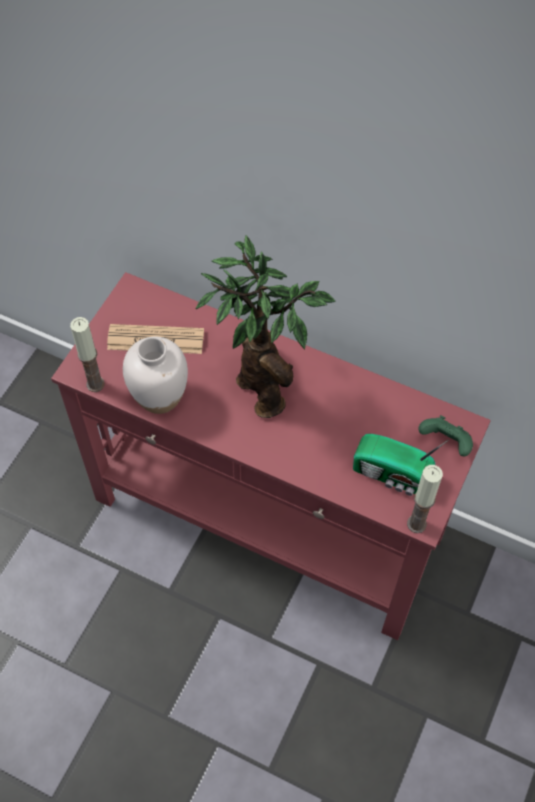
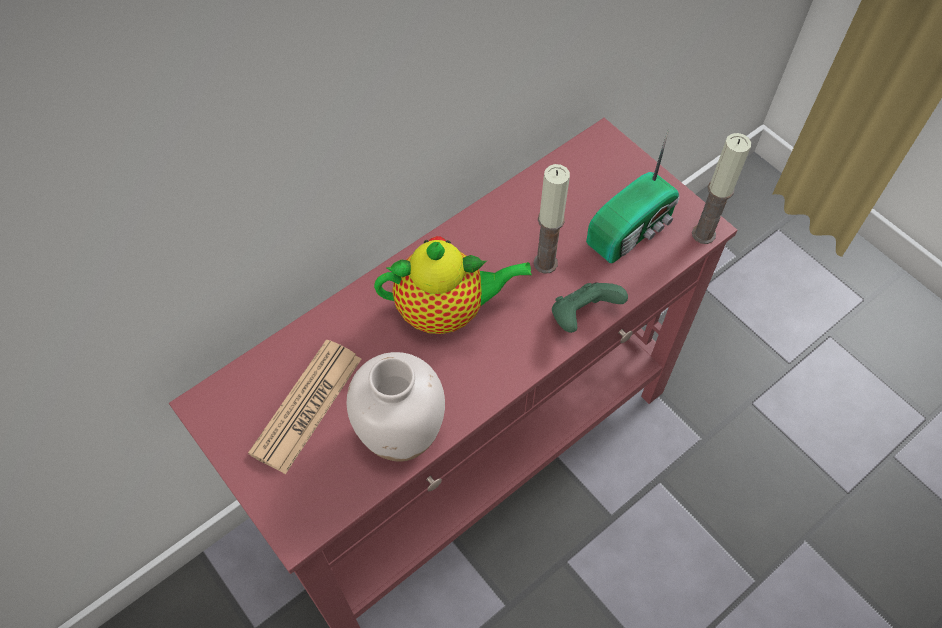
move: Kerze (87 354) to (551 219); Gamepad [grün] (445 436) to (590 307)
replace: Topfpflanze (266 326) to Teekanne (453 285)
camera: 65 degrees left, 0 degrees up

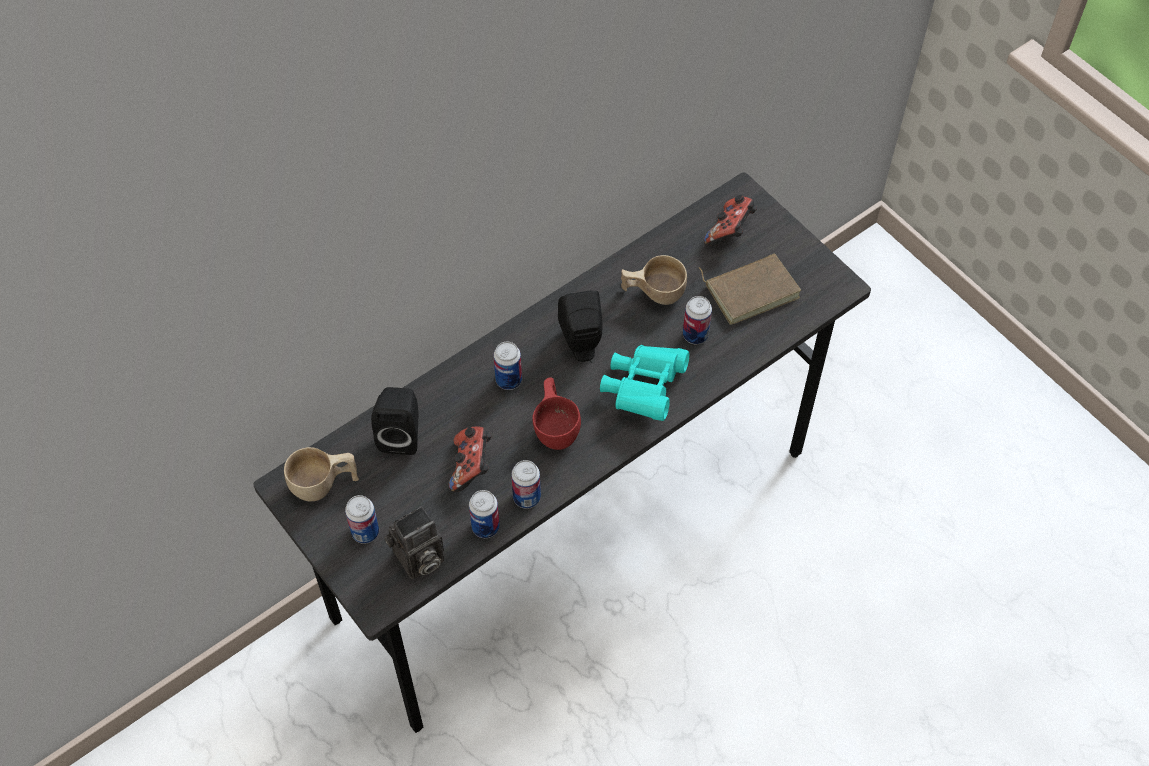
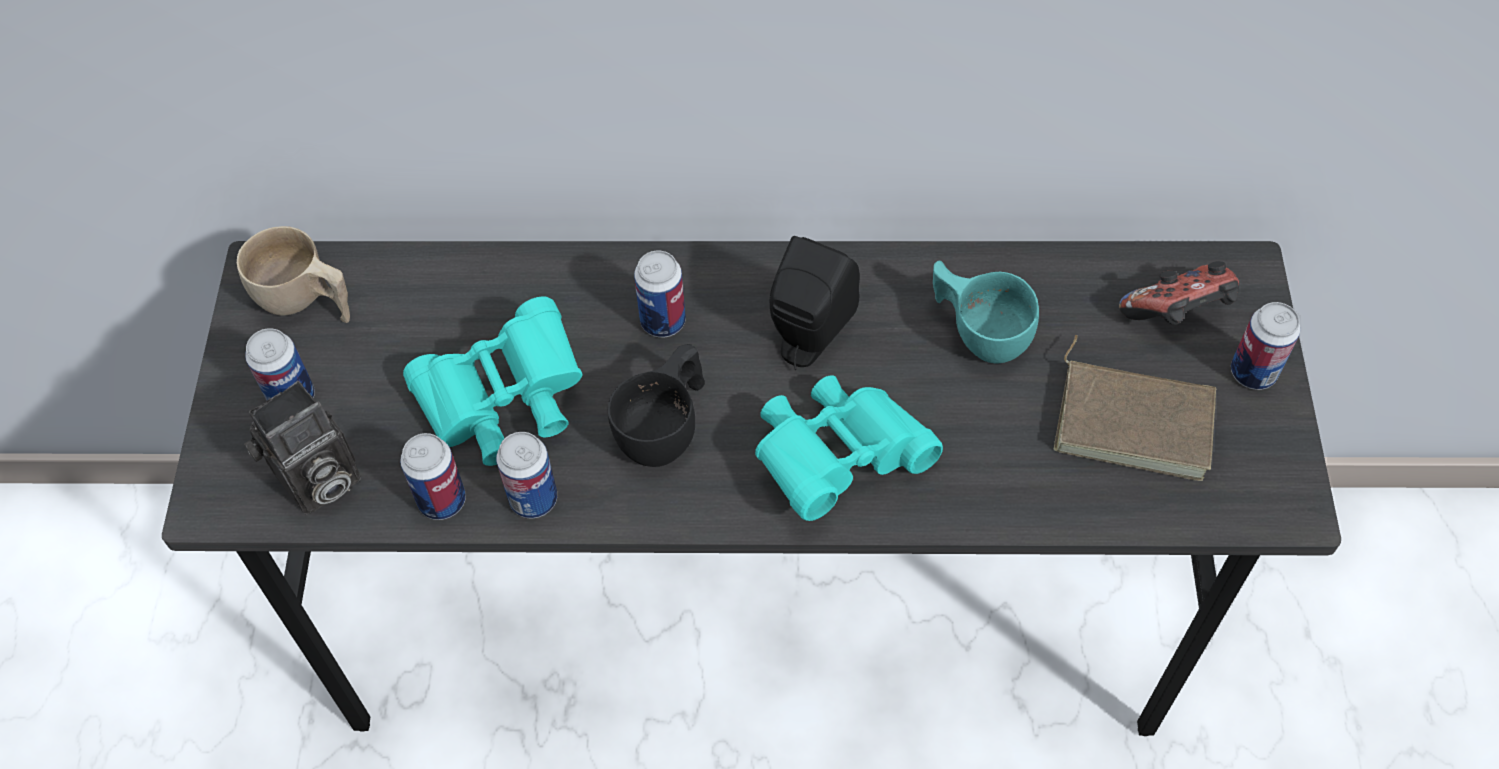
delete: Lautsprecher [schwarz] (394 421)
move: Dose (697 320) to (1265 346)
replace: Gamepad (470 459) to Fernglas [türkis] (492 381)
recolor: Tasse [beige] (654 280) to Tasse [türkis] (986 311); Tasse [rot] (556 413) to Tasse [schwarz] (656 405)
rotate: Kamera (414 542) = (302 448) 45 degrees counterclockwise
camera: 40 degrees right, 0 degrees up

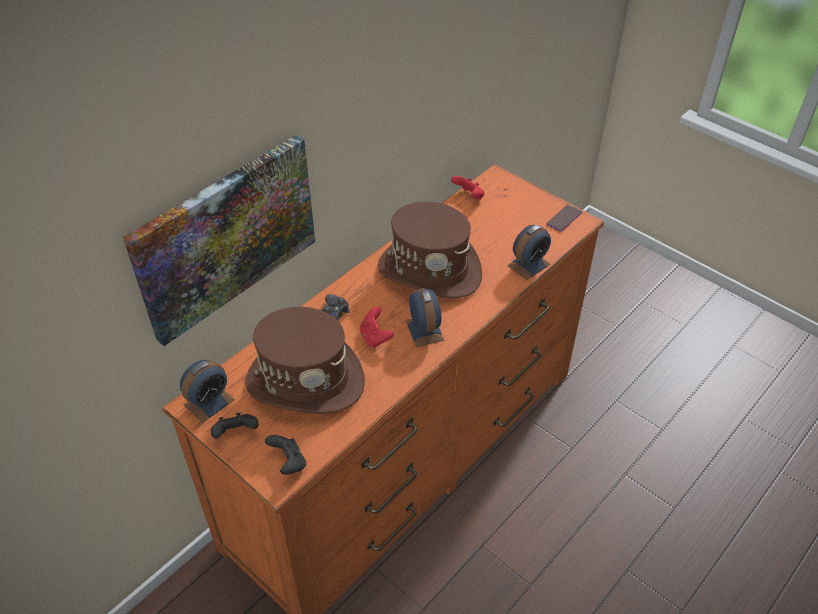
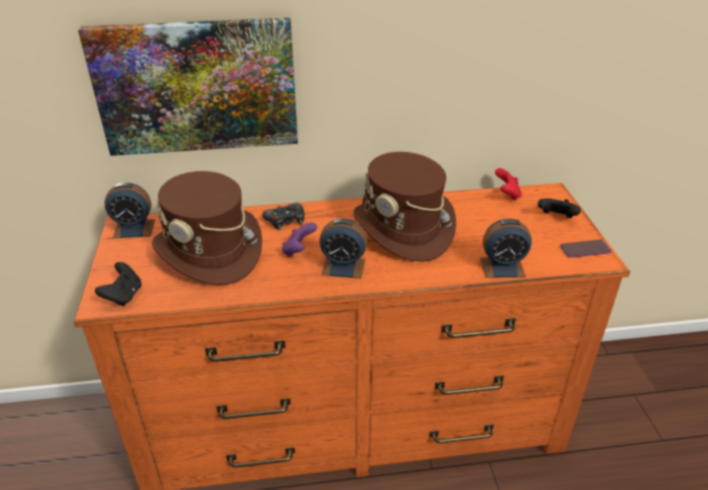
move: Gamepad [schwarz] (235 425) to (559 208)
recolor: Gamepad [rot] (377 327) to Gamepad [lila] (299 240)
rotate: Wecker (425 317) = (343 248) 75 degrees clockwise
camera: 40 degrees right, 10 degrees down

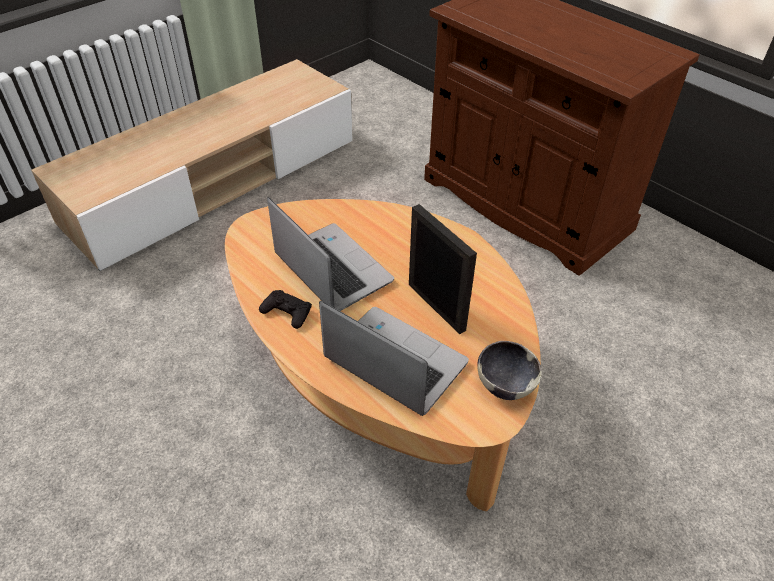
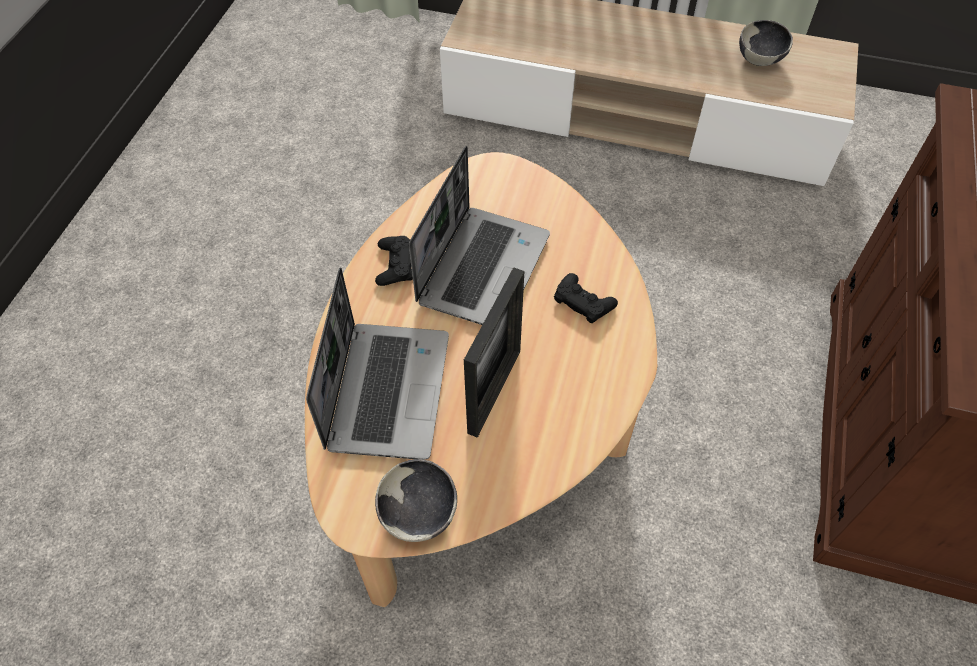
insert: Schüssel (766 43); Gamepad [schwarz] (586 298)
camera: 60 degrees right, 10 degrees up

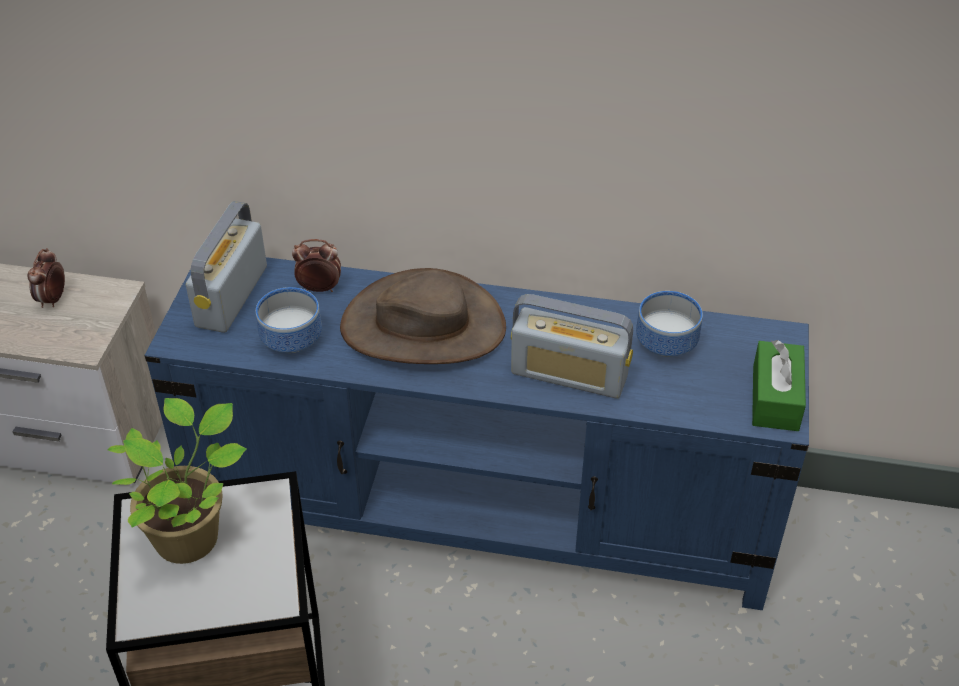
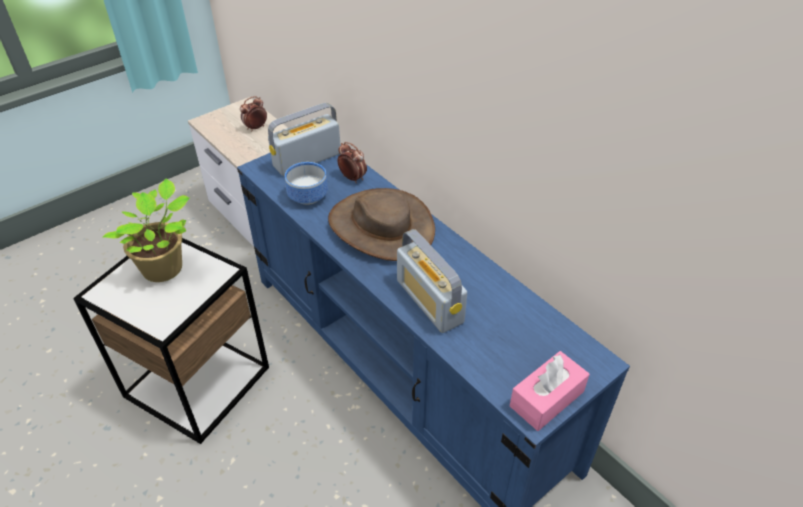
delete: Schüssel (669 324)
recolor: Taschentuchbox [grün] (779 385) to Taschentuchbox [rosa] (550 391)
camera: 40 degrees right, 0 degrees up

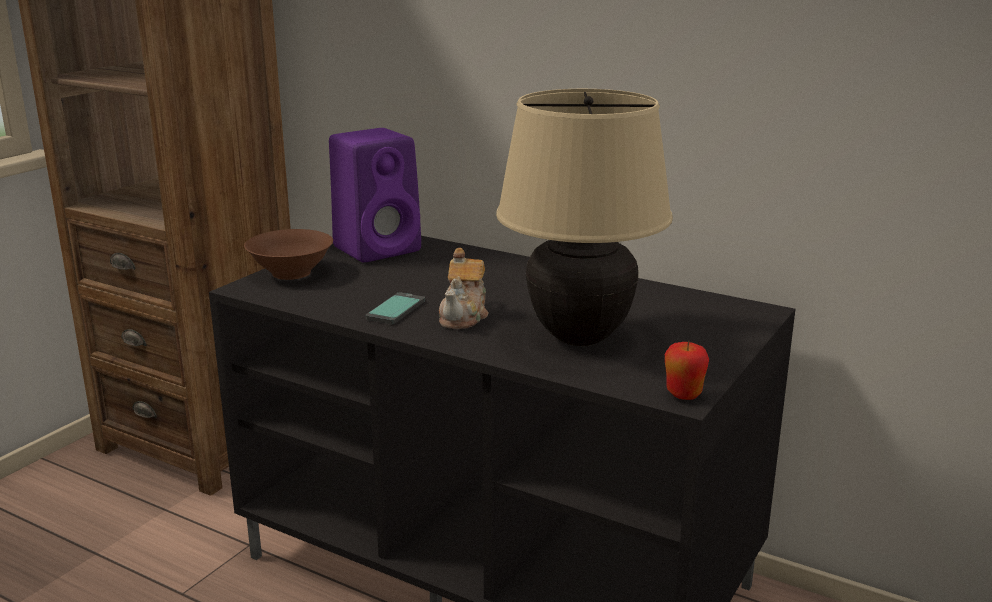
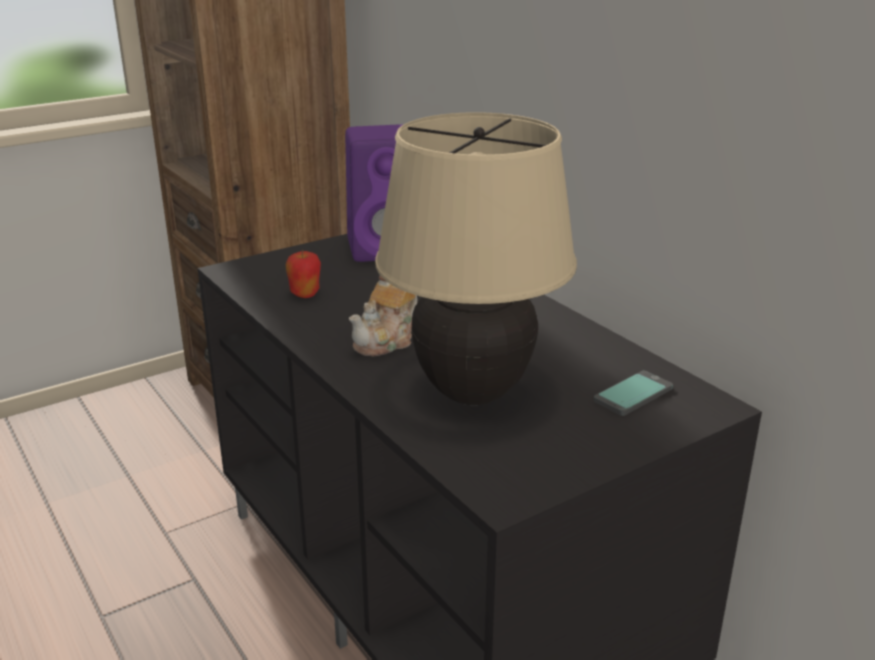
delete: Schüssel [braun] (288 254)
move: Handy (395 308) to (633 393); Apfel (687 370) to (303 274)
camera: 25 degrees right, 5 degrees up

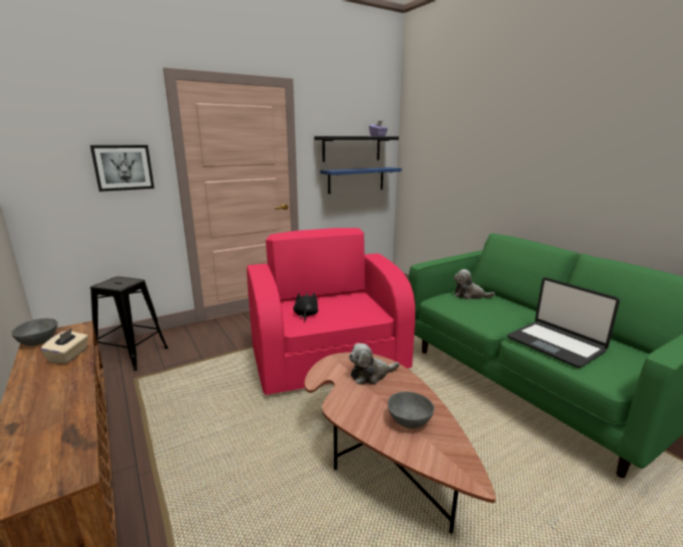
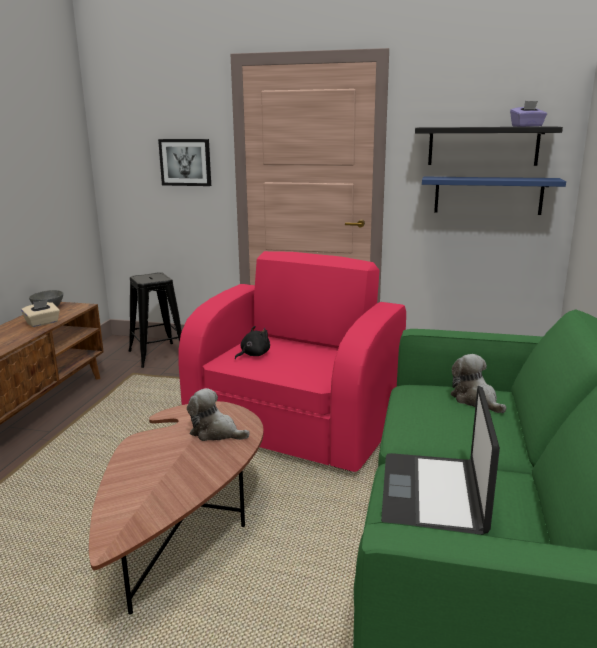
delete: Schüssel [grau] (411 410)
camera: 45 degrees right, 0 degrees up

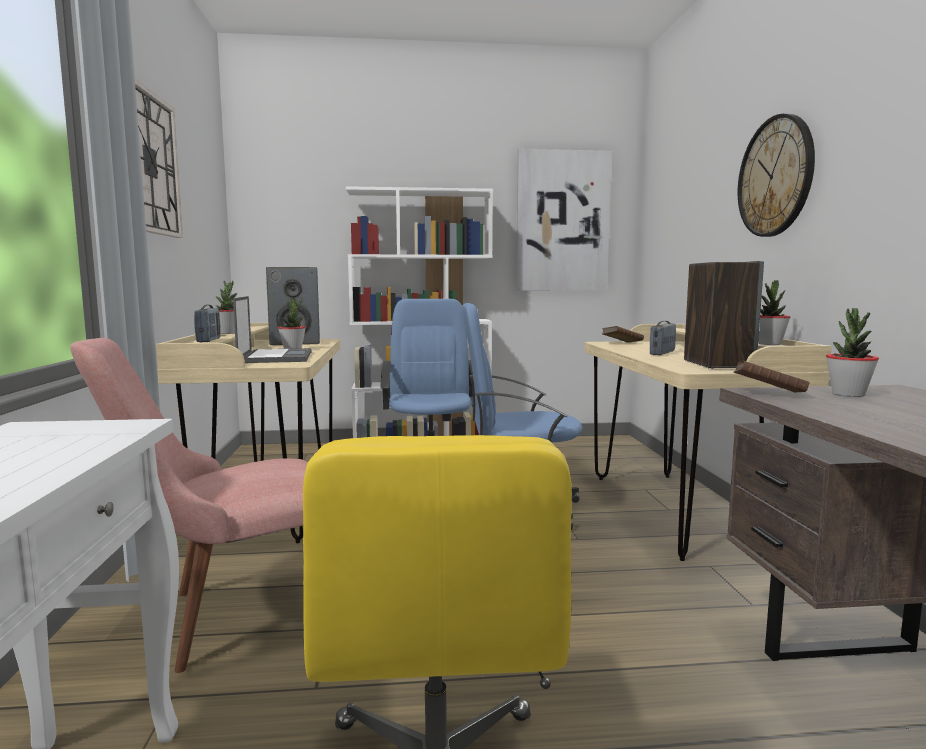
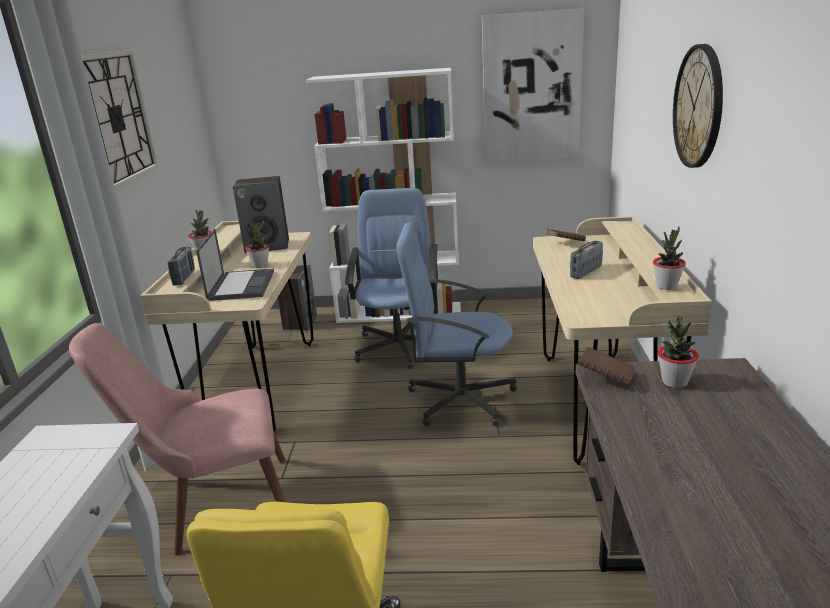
move: Lautsprecher (724 315) to (297 298)
camera: 10 degrees right, 15 degrees up

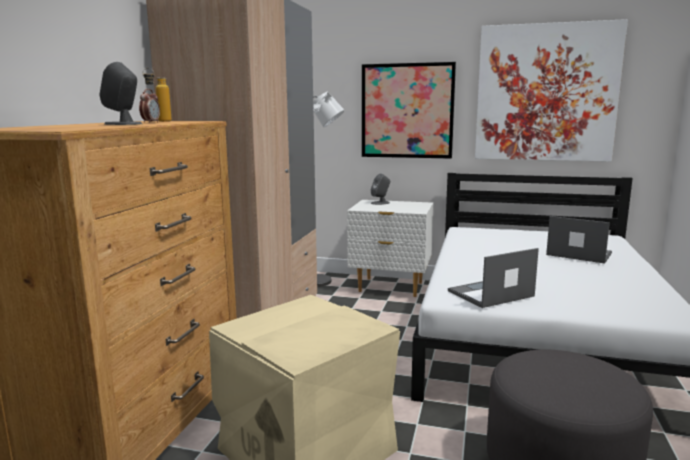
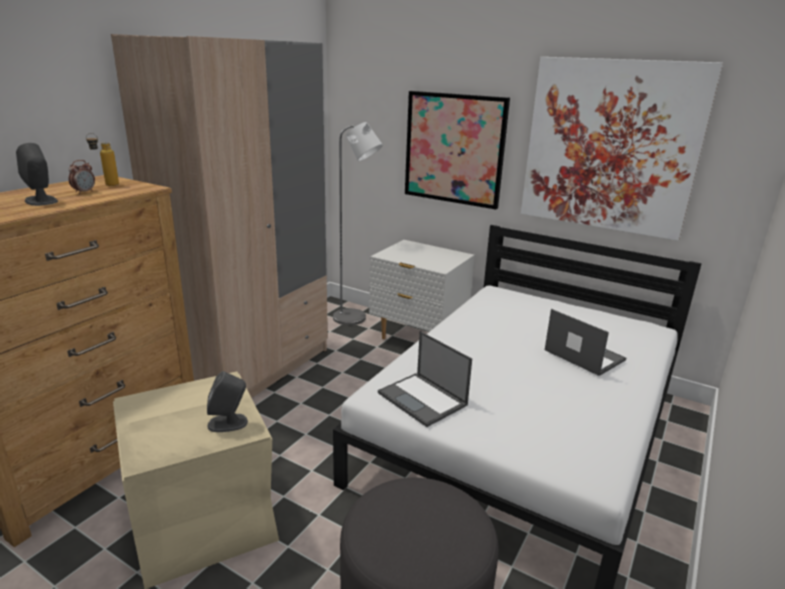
move: Lautsprecher [grau] (380 189) to (227 401)
rotate: Laptop (493 278) = (425 379) 120 degrees counterclockwise
camera: 15 degrees right, 10 degrees up

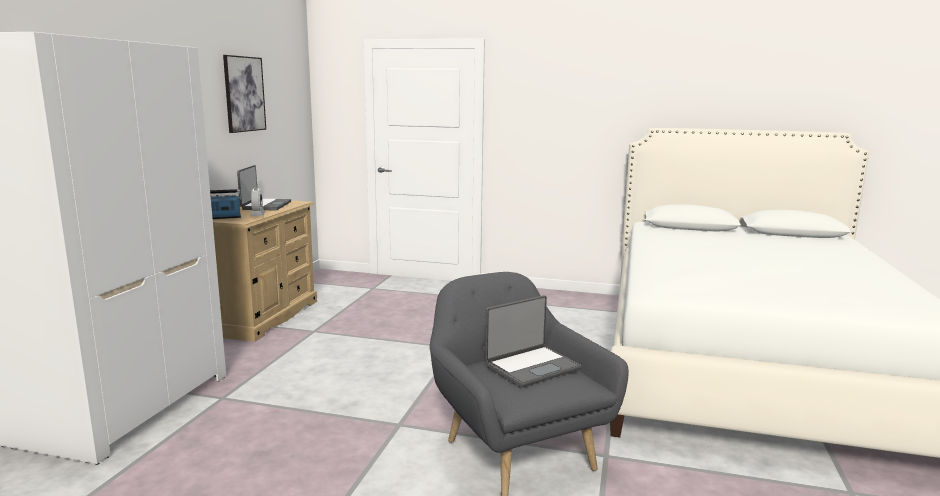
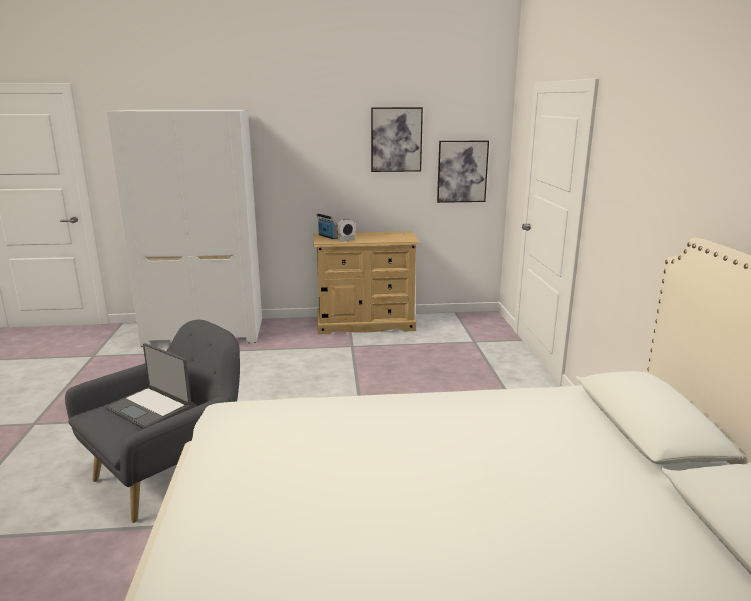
delete: Laptop (264 187)
insert: Bild (463 172)
camera: 70 degrees right, 5 degrees up

